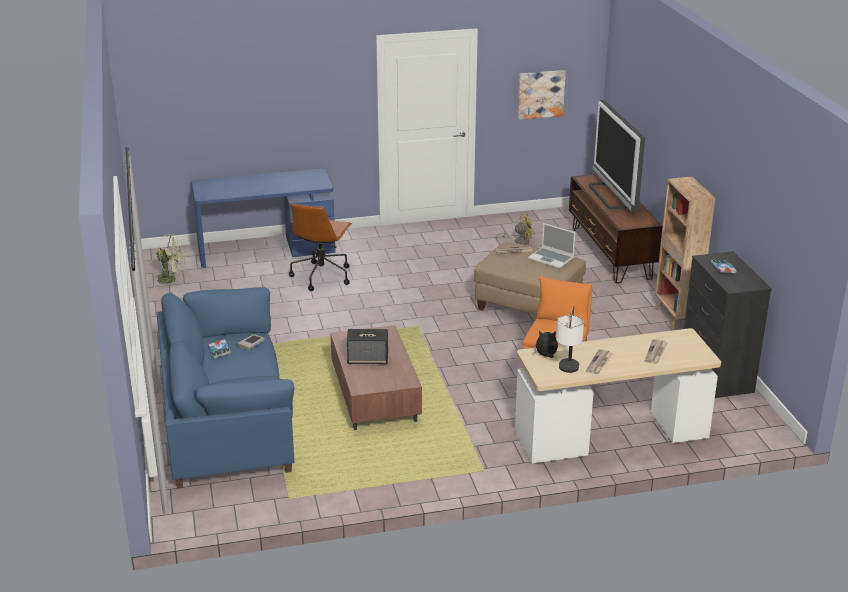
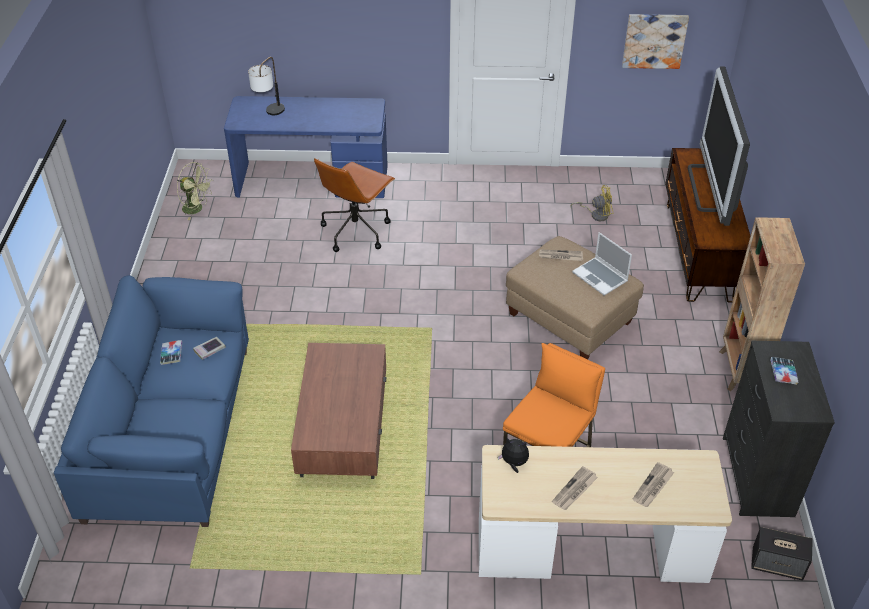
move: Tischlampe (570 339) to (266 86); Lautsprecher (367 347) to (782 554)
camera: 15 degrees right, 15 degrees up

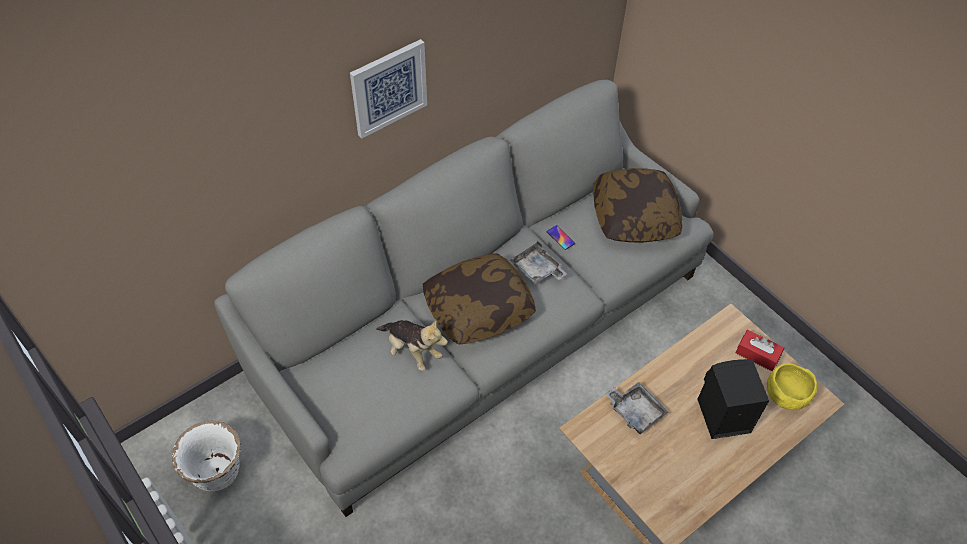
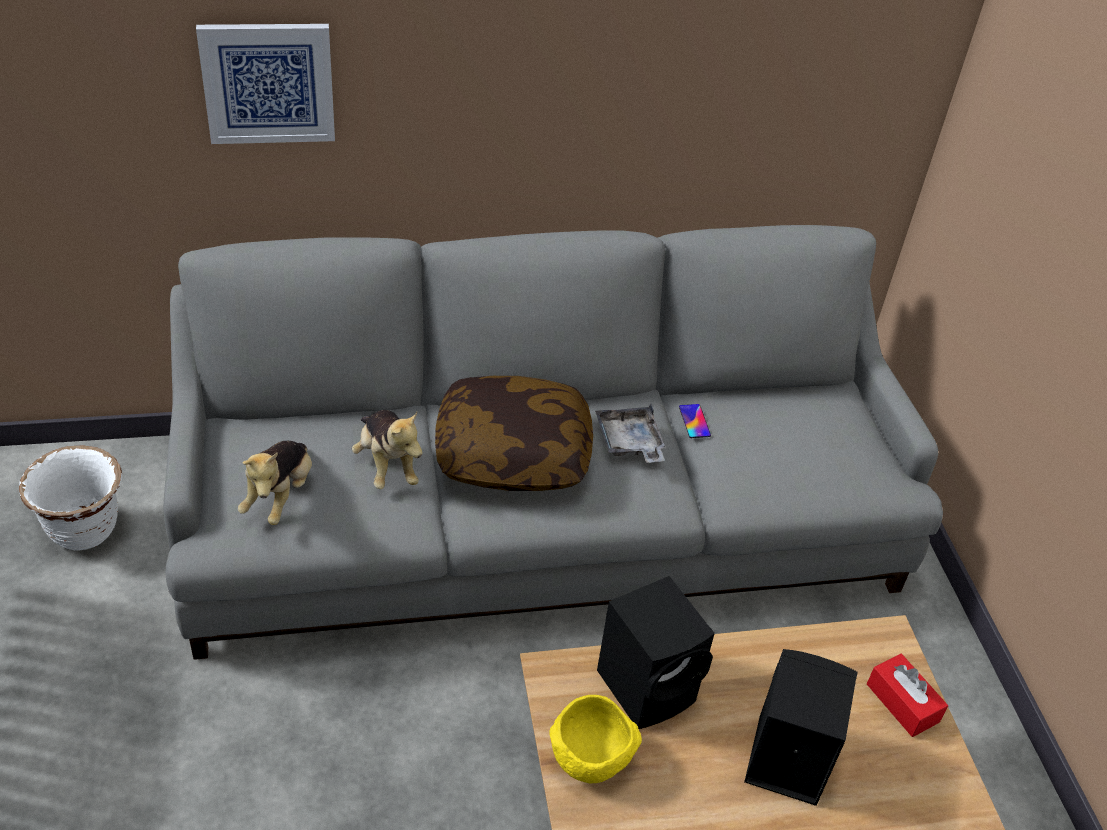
delete: Kissen (638 205)
insert: Plüschtier (275 483)
move: Bild (388 89) to (265 84); Schüssel [gelb] (792 386) to (595 739)
replace: Tablett [grau] (636 408) to Lautsprecher [schwarz] (656 652)
camera: 25 degrees right, 10 degrees down

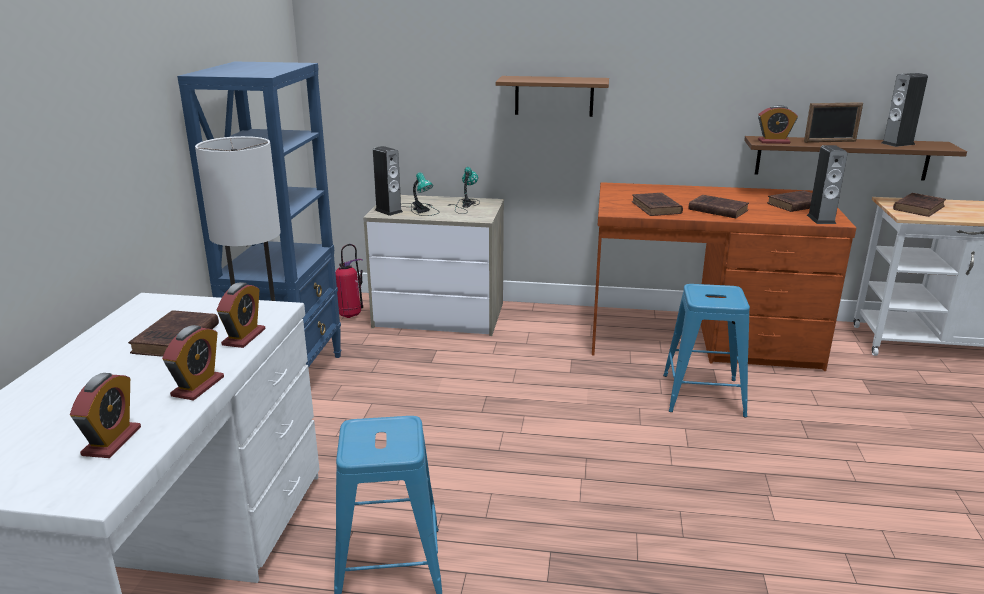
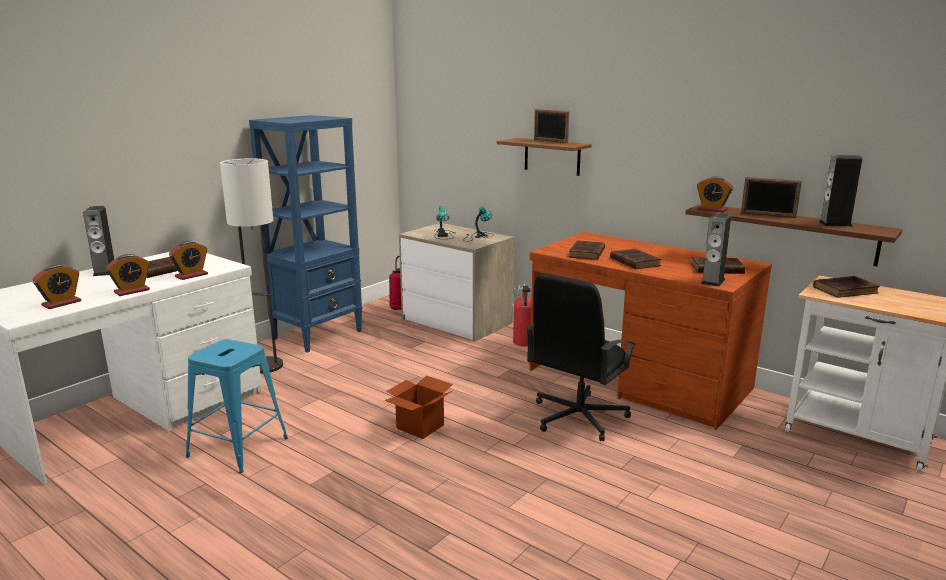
insert: Bilderrahmen (551 126); Feuerlöscher (522 315); Karton (418 407)
move: Lautsprecher (388 181) to (98 241)
replace: Hocker [blau] (706 350) to Bürostuhl [schwarz] (581 357)
camera: 30 degrees right, 5 degrees down

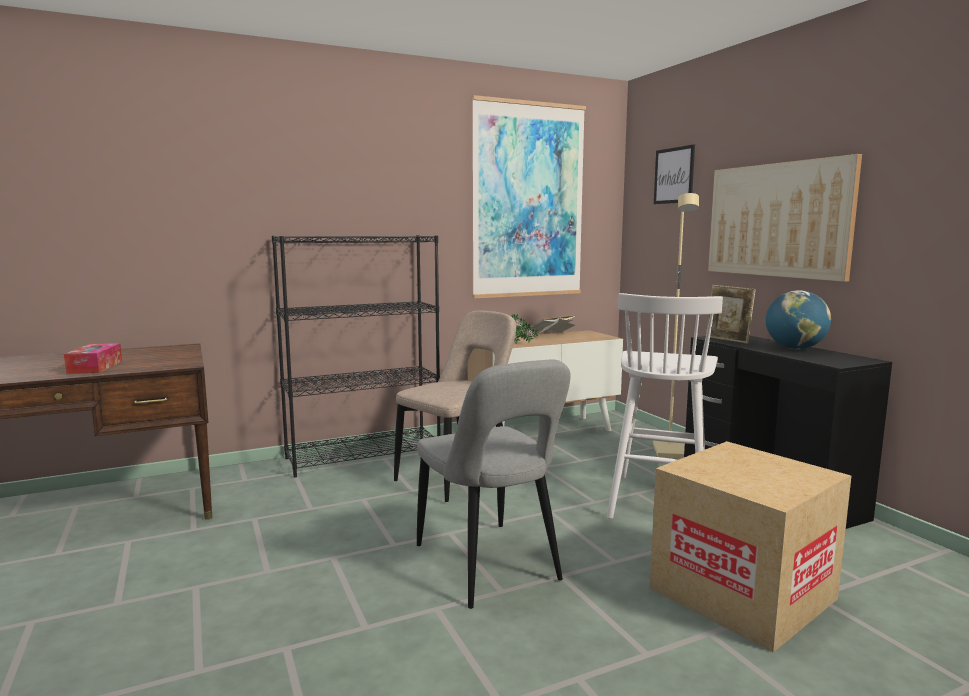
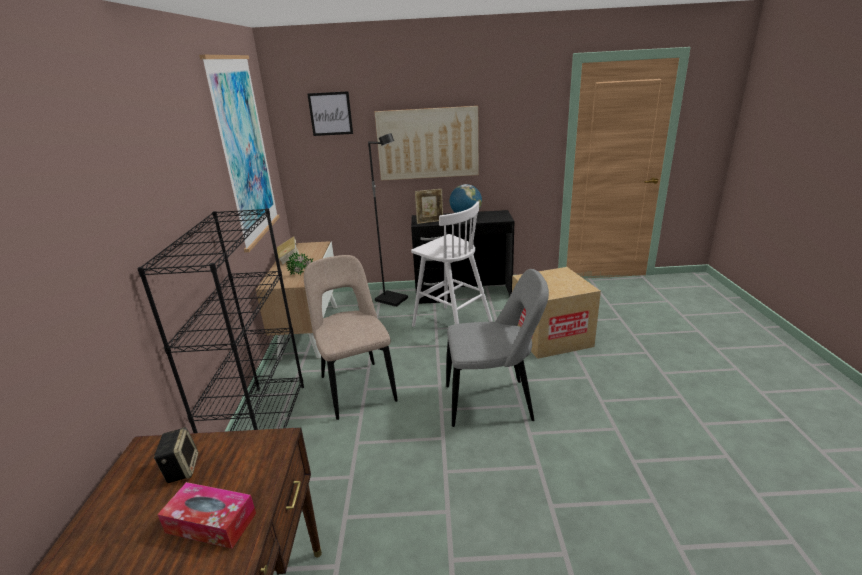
insert: Lautsprecher (175 455)
recolor: Stehlampe [beige] (676 326) to Stehlampe [schwarz] (388 220)
camera: 65 degrees left, 15 degrees up

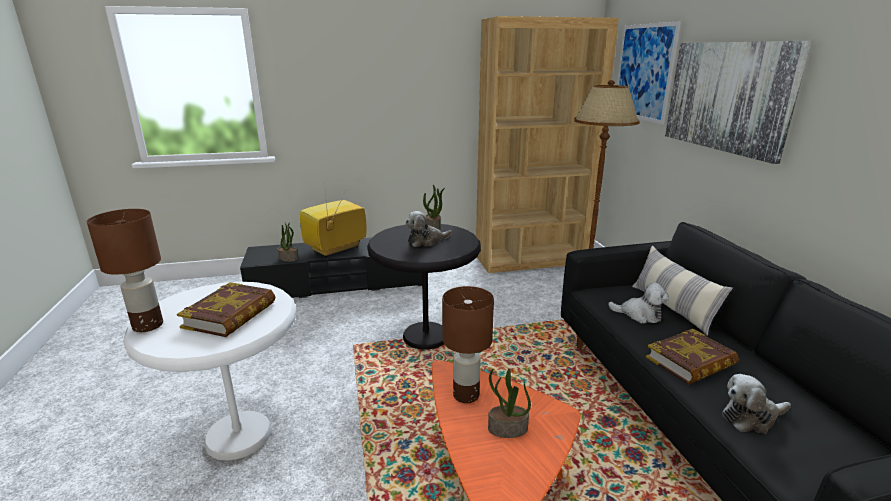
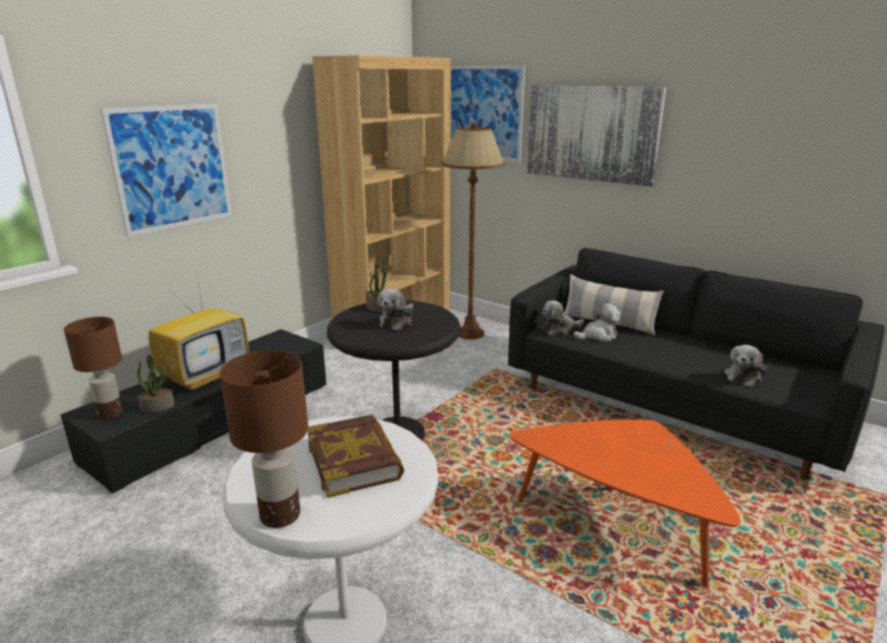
delete: Buch (692 356); Topfpflanze (509 403)
insert: Bild (166 170); Plüschtier (563 318)
move: Tischlampe [braun] (468 344) to (93 368)
rotate: Fernseher (333 220) = (199 331) 150 degrees counterclockwise
camera: 40 degrees left, 0 degrees up

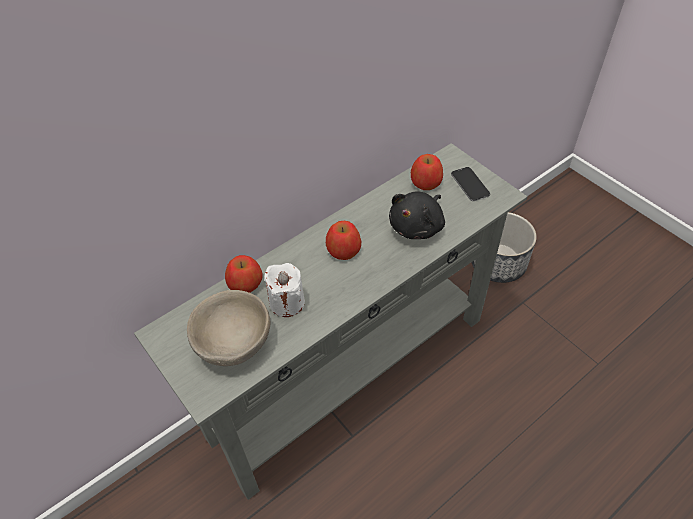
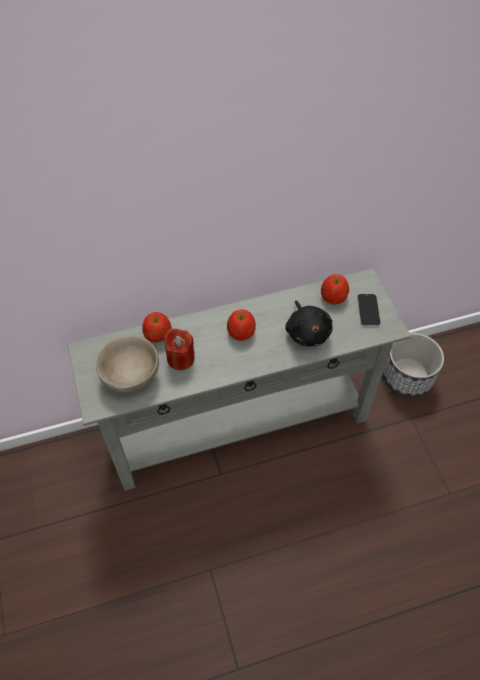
recolor: Kerze [weiß] (284 290) to Kerze [rot] (179 349)
rotate: Plüschtier [schwarz] (417 215) = (309 323) 75 degrees counterclockwise
camera: 20 degrees right, 5 degrees up

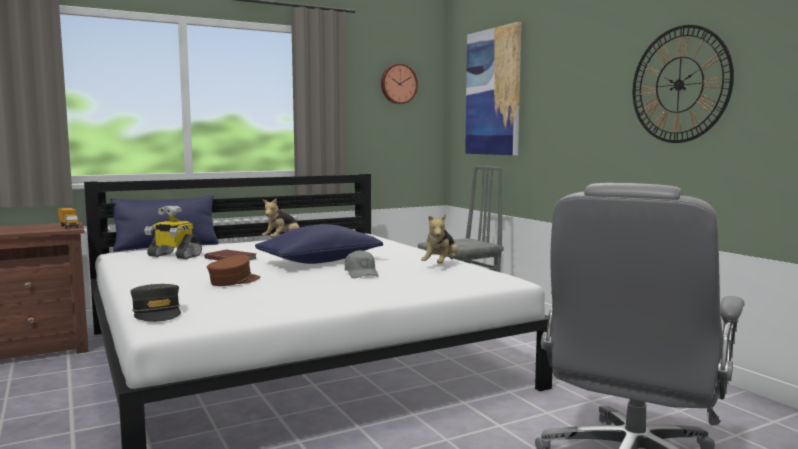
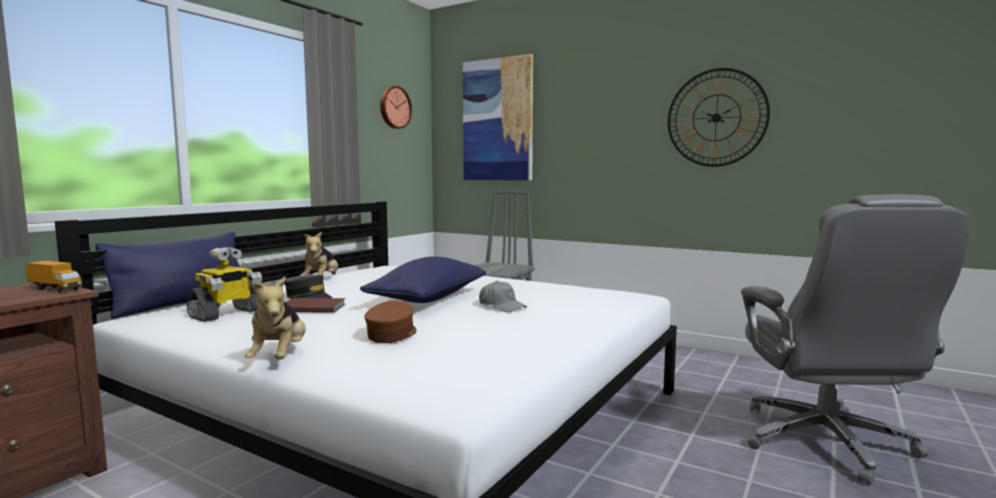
move: Plüschtier (439 239) to (275 318); Kappe [grau] (155 303) to (308 286)
rotate: Spielzeugroboter (173 232) = (224 284) 45 degrees counterclockwise
camera: 30 degrees left, 0 degrees up

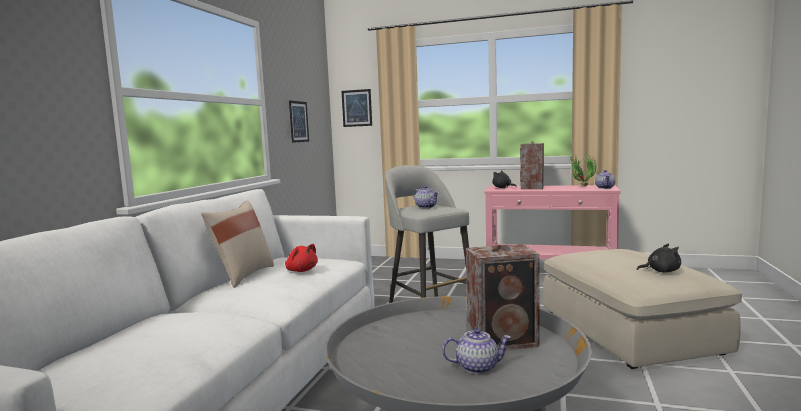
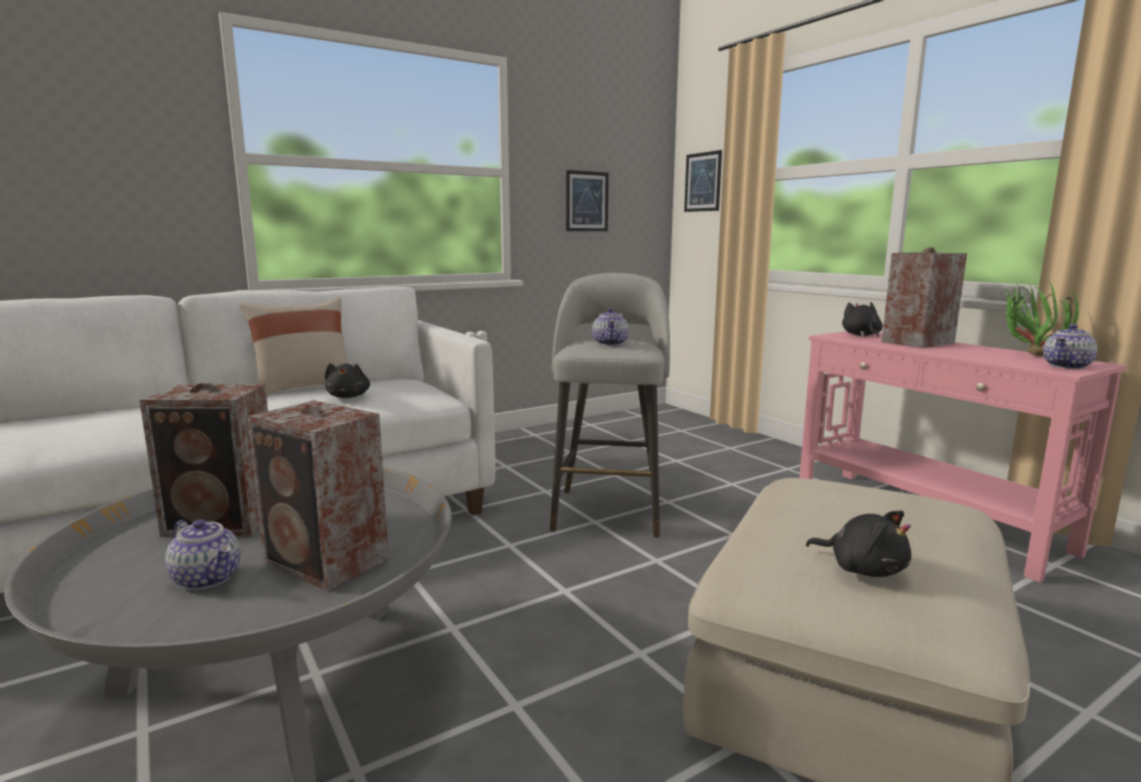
insert: Lautsprecher (203 460)
recolor: Plüschtier [rot] (301 258) to Plüschtier [schwarz] (347 380)
camera: 40 degrees right, 5 degrees up

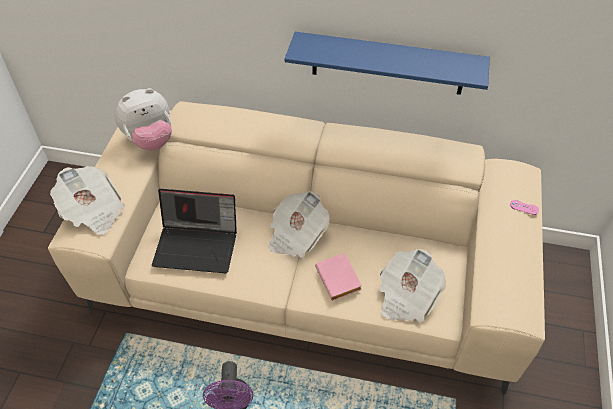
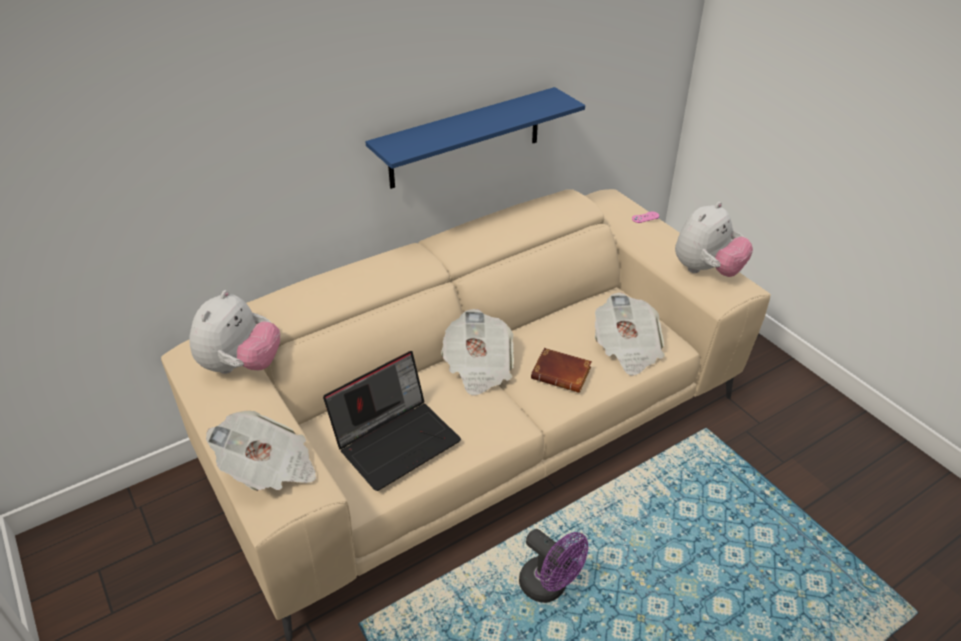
insert: Plüschtier (714 239)
recolor: Buch [rosa] (338 276) to Buch [braun] (561 370)
camera: 45 degrees left, 10 degrees down

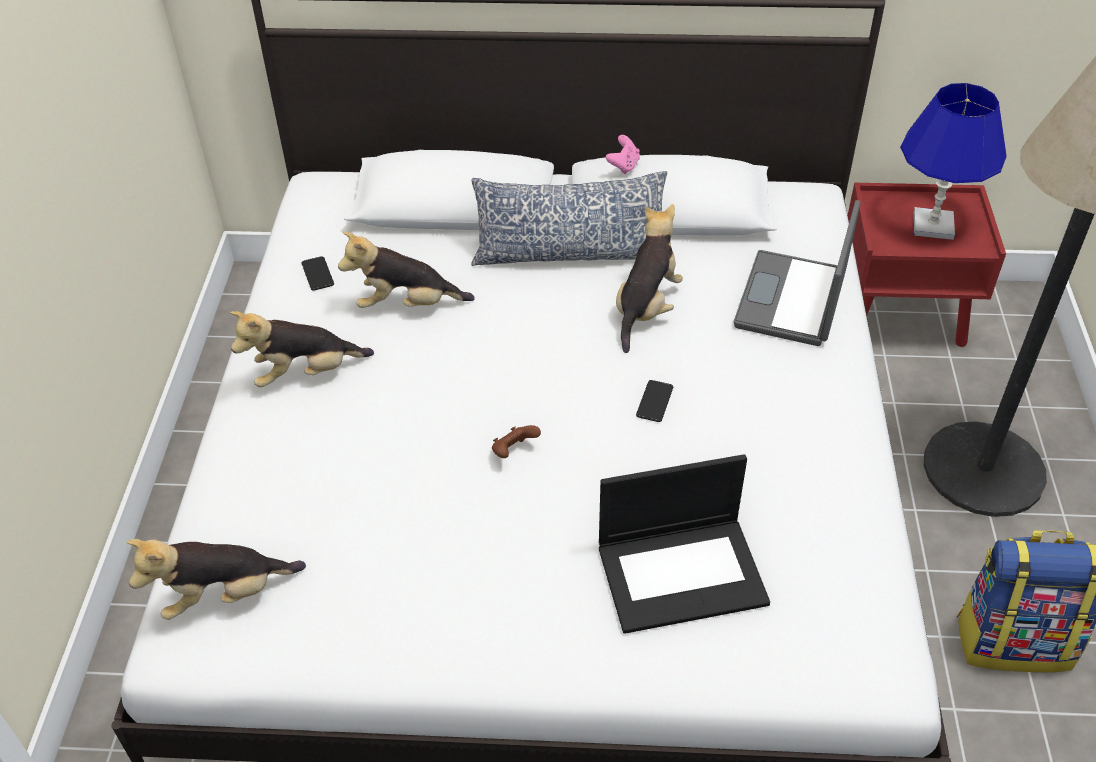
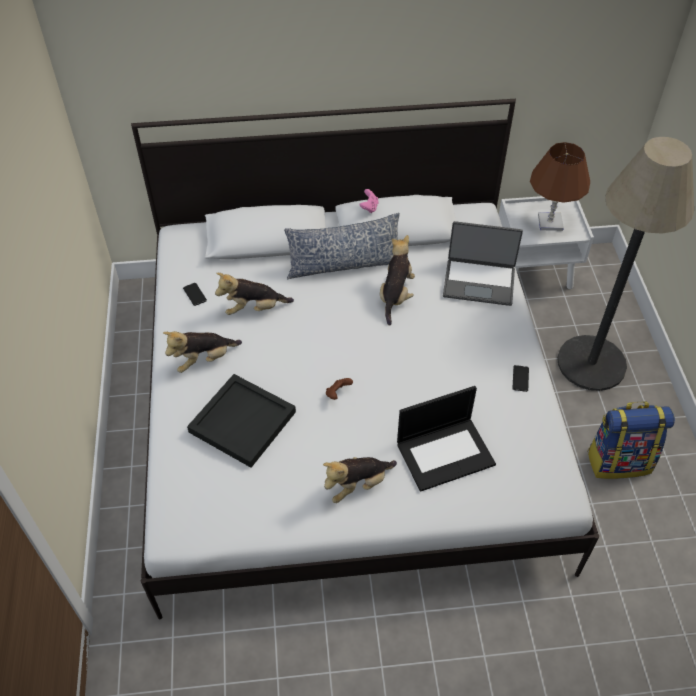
insert: Tablett [schwarz] (241 421)
move: Handy (654 401) to (520 378); Plüschtier (216 579) to (360 480)
recolor: Tischlampe [blau] (953 161) to Tischlampe [braun] (560 186); Nachttisch [rot] (927 265) to Nachttisch [weiß] (546 242)
rotate: Laptop (797 273) = (483 263) 90 degrees counterclockwise
camera: 10 degrees left, 5 degrees up

